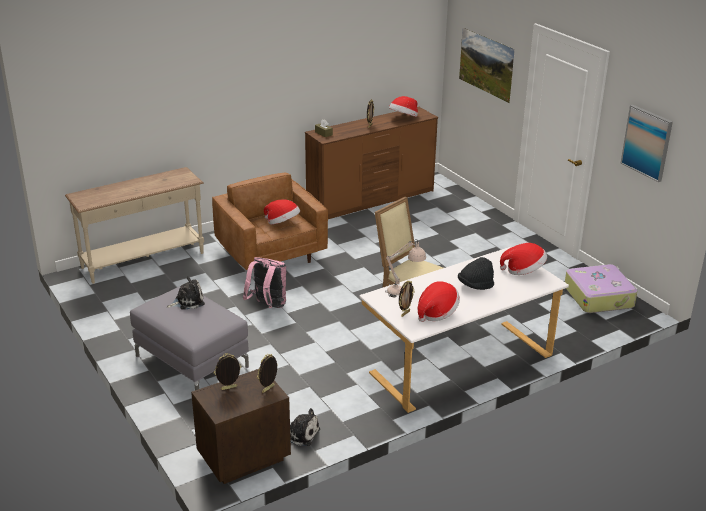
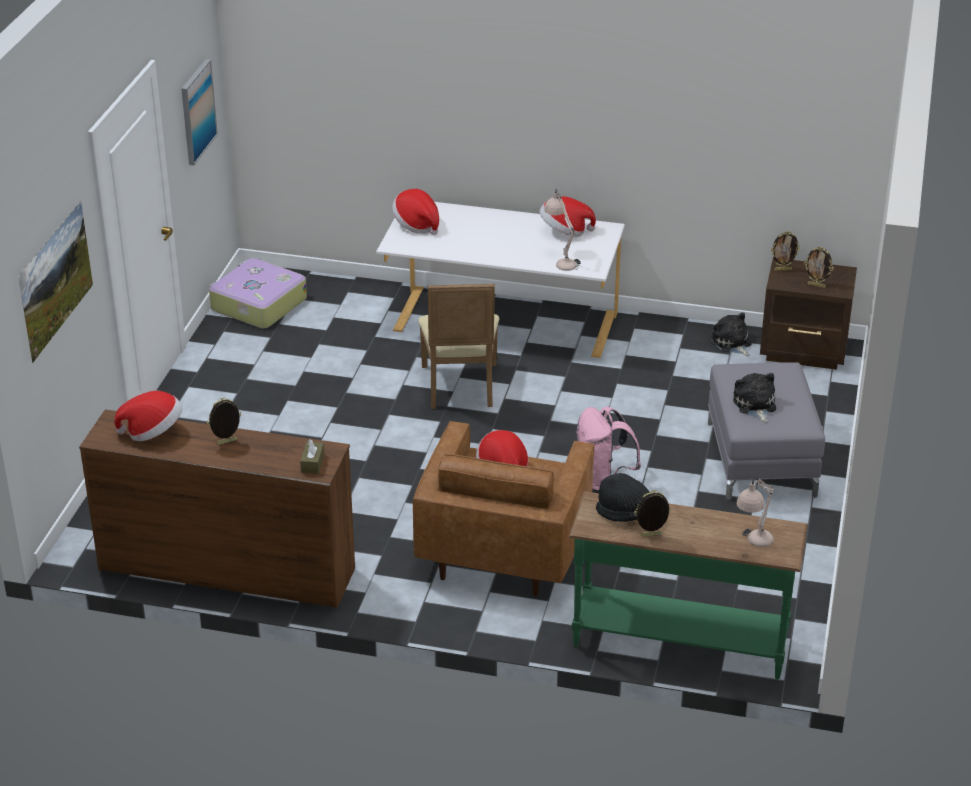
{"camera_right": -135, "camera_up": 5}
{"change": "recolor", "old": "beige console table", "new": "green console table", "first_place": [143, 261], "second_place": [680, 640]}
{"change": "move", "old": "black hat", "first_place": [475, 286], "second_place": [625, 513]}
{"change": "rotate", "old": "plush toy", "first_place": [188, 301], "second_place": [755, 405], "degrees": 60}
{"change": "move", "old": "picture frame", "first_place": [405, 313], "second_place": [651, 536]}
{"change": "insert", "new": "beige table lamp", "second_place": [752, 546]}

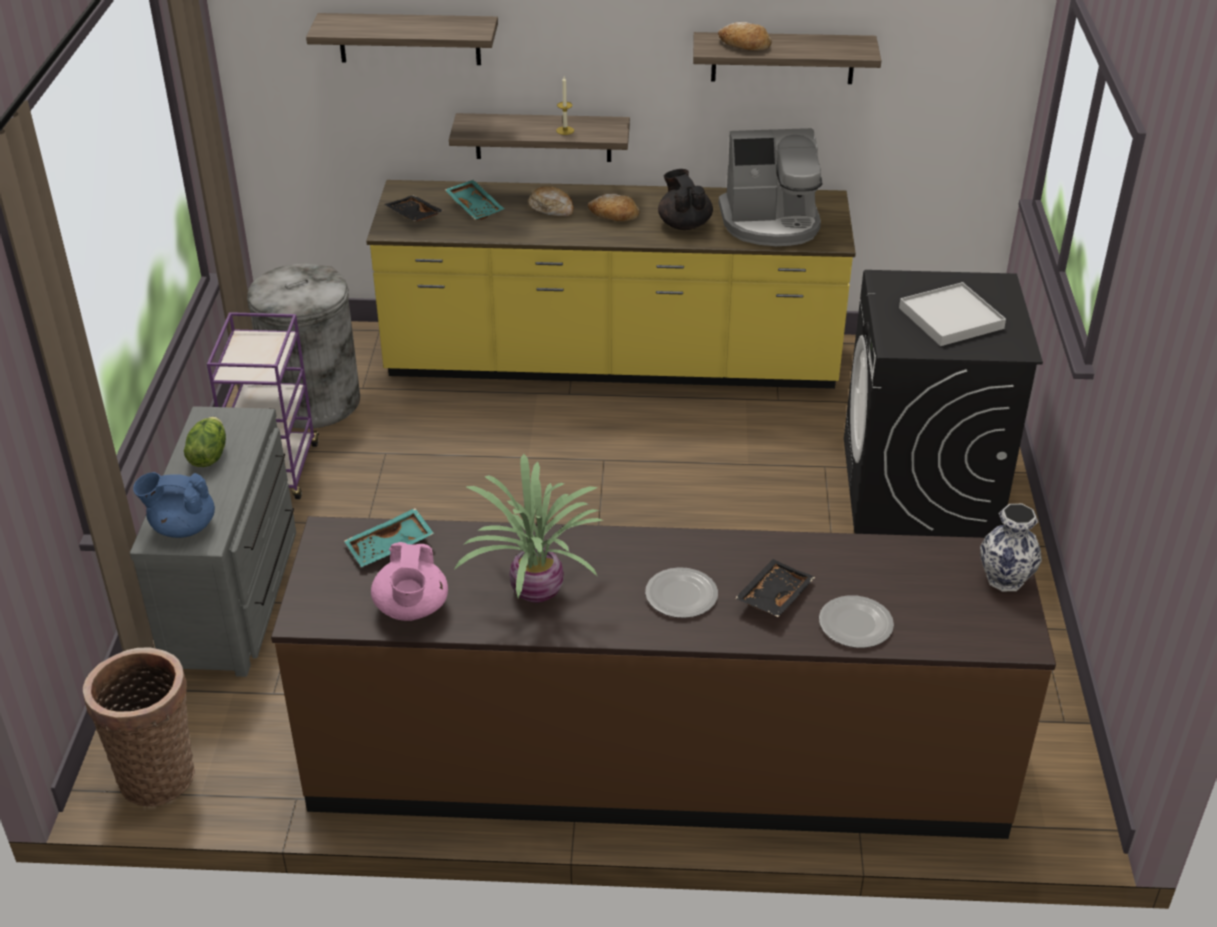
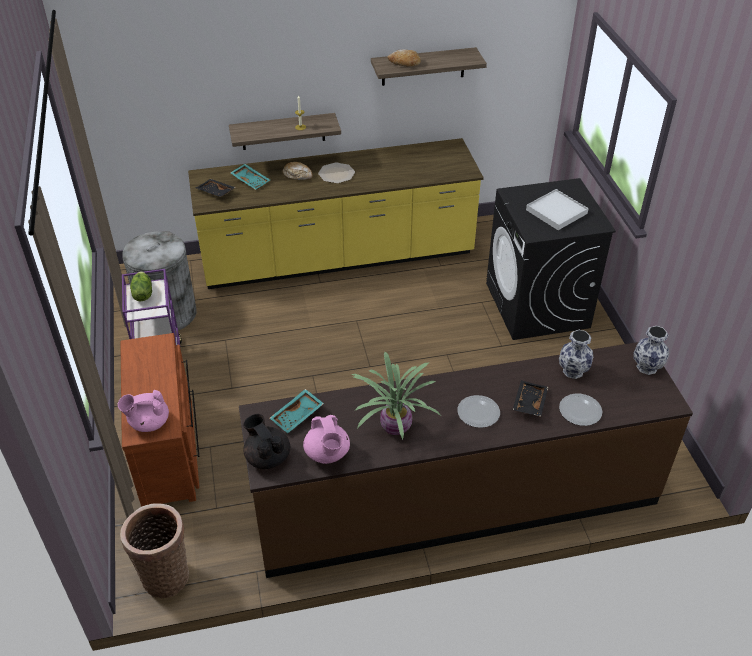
{"camera_right": -15, "camera_up": 5}
{"change": "delete", "old": "shelf", "first_place": [409, 39]}
{"change": "delete", "old": "coffee machine", "first_place": [771, 223]}
{"change": "move", "old": "black teapot", "first_place": [684, 224], "second_place": [267, 457]}
{"change": "replace", "old": "bread", "new": "plate", "first_place": [613, 215], "second_place": [336, 174]}
{"change": "recolor", "old": "grey dresser", "new": "brown dresser", "first_place": [237, 596], "second_place": [169, 450]}
{"change": "move", "old": "lettuce", "first_place": [208, 456], "second_place": [142, 294]}
{"change": "recolor", "old": "blue teapot", "new": "pink teapot", "first_place": [182, 527], "second_place": [148, 423]}
{"change": "insert", "new": "vase", "second_place": [573, 371]}

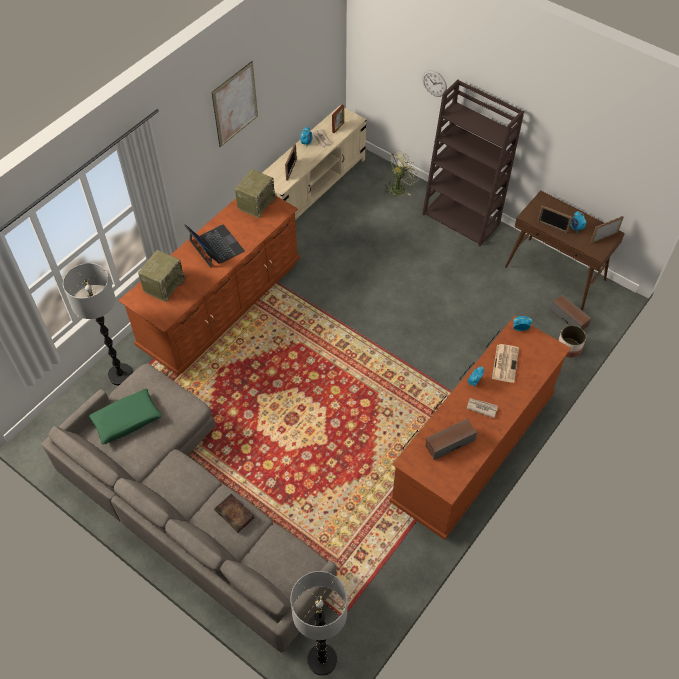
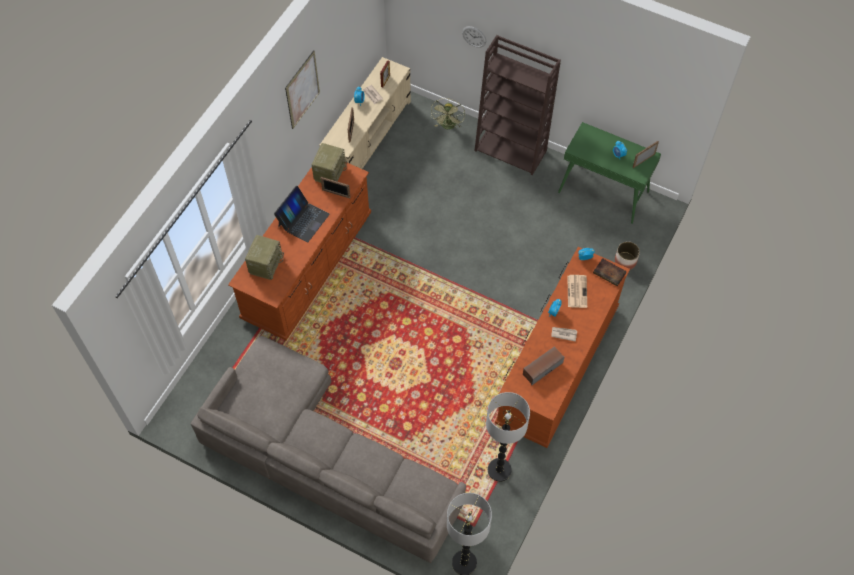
{"camera_right": -10, "camera_up": 5}
{"change": "rotate", "old": "green fan", "first_place": [399, 187], "second_place": [448, 126], "degrees": 150}
{"change": "recolor", "old": "brown console table", "new": "green console table", "first_place": [555, 273], "second_place": [604, 192]}
{"change": "move", "old": "picture frame", "first_place": [552, 227], "second_place": [336, 193]}
{"change": "rotate", "old": "laptop", "first_place": [216, 246], "second_place": [303, 220], "degrees": 75}
{"change": "move", "old": "floor lamp", "first_place": [120, 375], "second_place": [499, 470]}
{"change": "delete", "old": "speaker", "first_place": [569, 317]}
{"change": "delete", "old": "green pillow", "first_place": [126, 420]}
{"change": "move", "old": "book", "first_place": [235, 514], "second_place": [610, 273]}

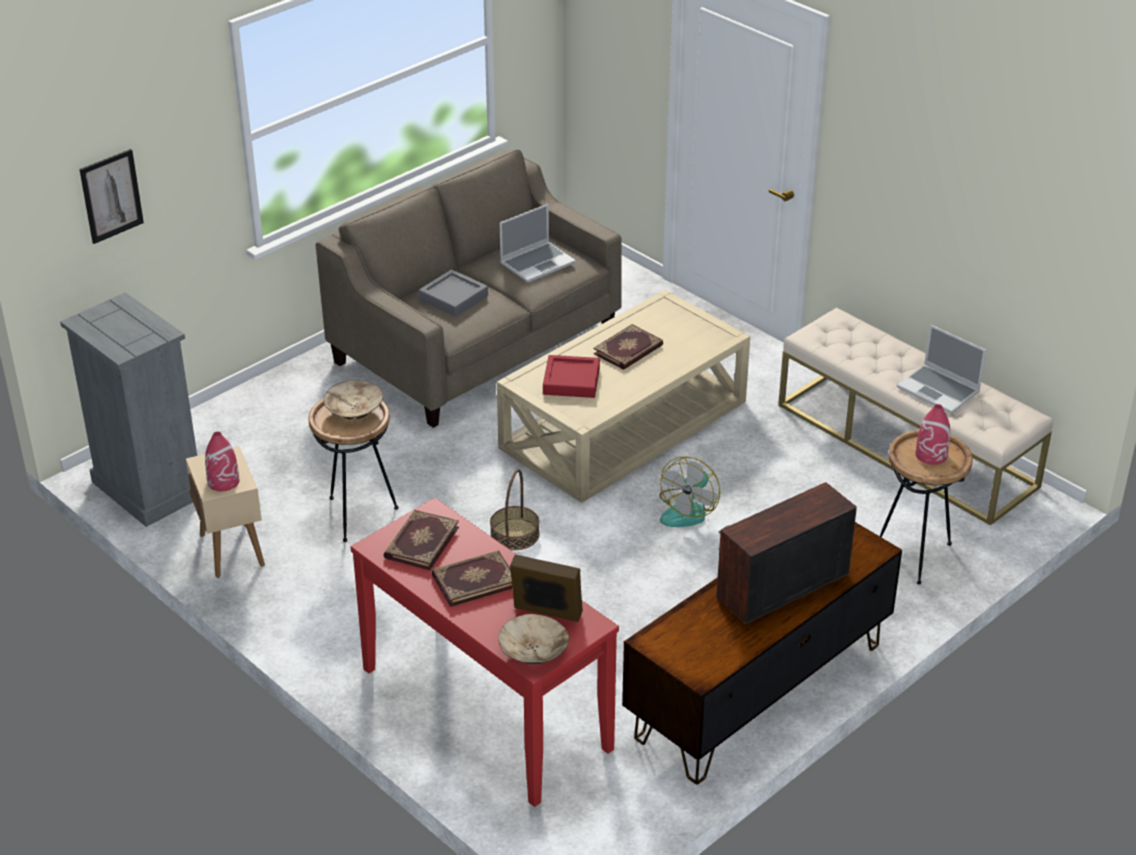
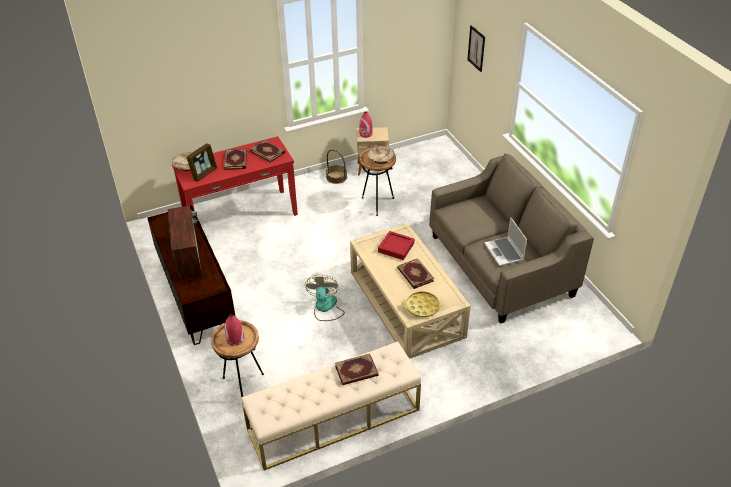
{"camera_right": 110, "camera_up": 5}
{"change": "delete", "old": "grey tray", "first_place": [453, 298]}
{"change": "delete", "old": "grey dresser", "first_place": [148, 488]}
{"change": "delete", "old": "laptop", "first_place": [939, 390]}
{"change": "rotate", "old": "fan", "first_place": [688, 510], "second_place": [325, 308], "degrees": 45}
{"change": "move", "old": "basket", "first_place": [514, 534], "second_place": [336, 177]}
{"change": "insert", "new": "yellow tray", "second_place": [422, 307]}
{"change": "insert", "new": "book", "second_place": [356, 371]}

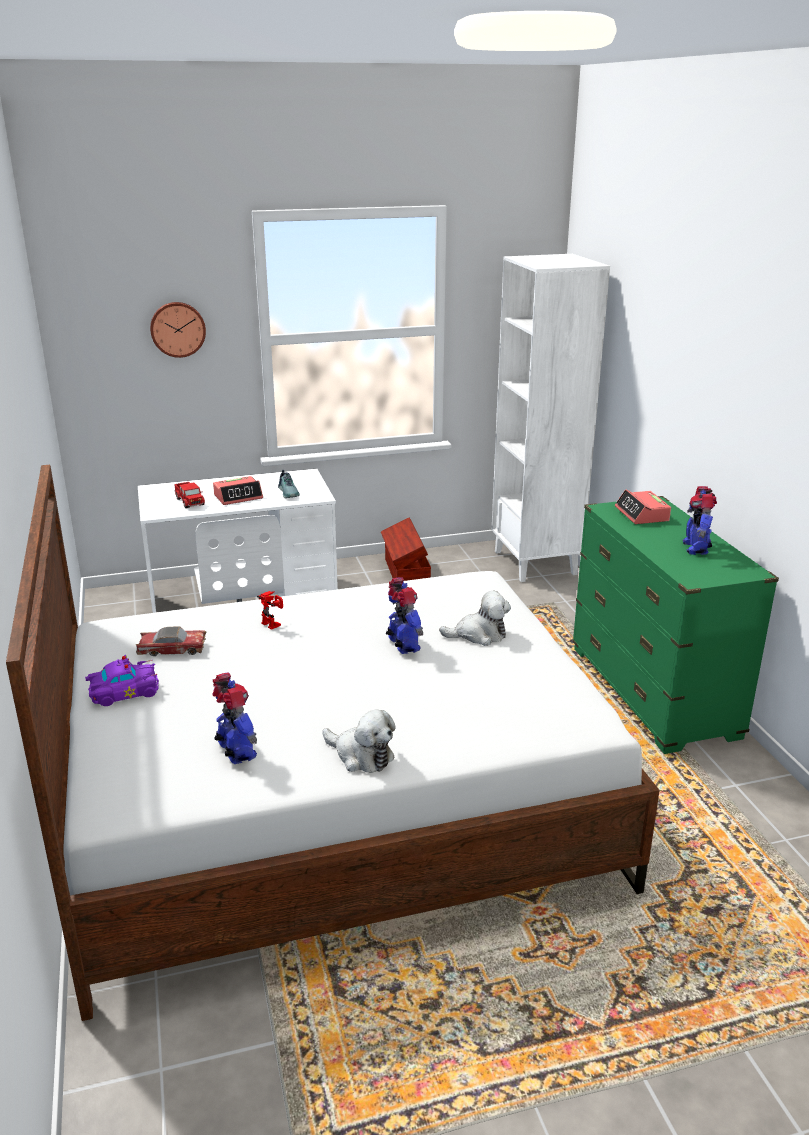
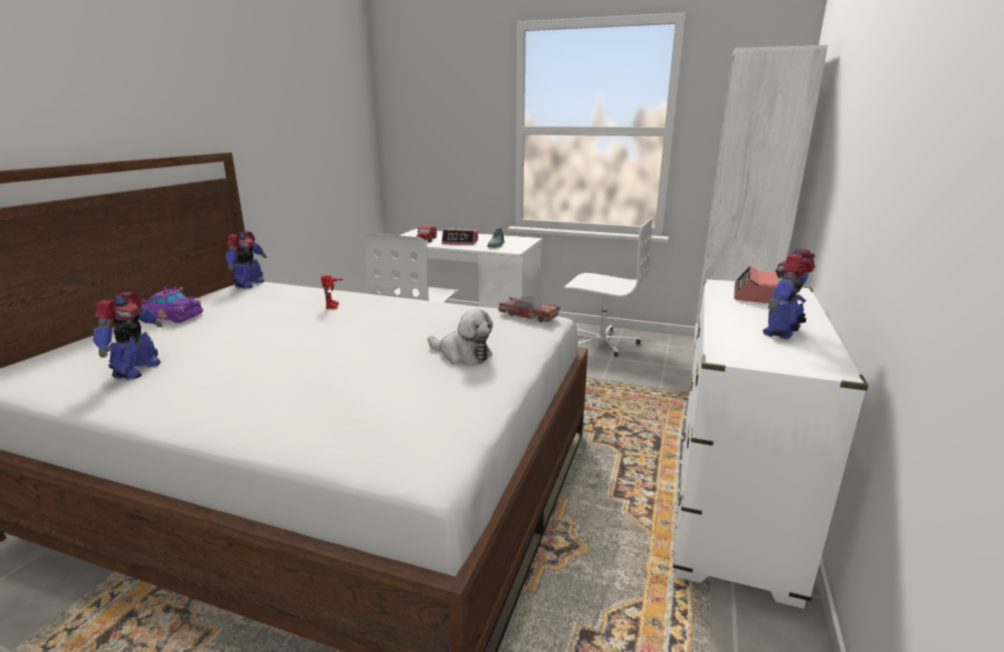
{"camera_right": 35, "camera_up": -5}
{"change": "delete", "old": "wall clock", "first_place": [177, 329]}
{"change": "recolor", "old": "green dresser", "new": "white dresser", "first_place": [652, 692], "second_place": [731, 507]}
{"change": "replace", "old": "brown storage box", "new": "white office chair", "first_place": [406, 573], "second_place": [602, 341]}
{"change": "move", "old": "toy robot", "first_place": [403, 645], "second_place": [248, 284]}
{"change": "move", "old": "toy car", "first_place": [172, 649], "second_place": [528, 315]}
{"change": "delete", "old": "plush toy", "first_place": [361, 755]}

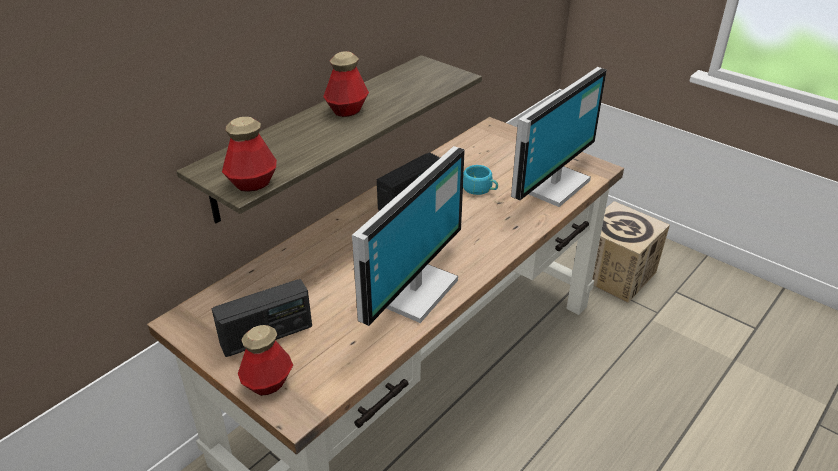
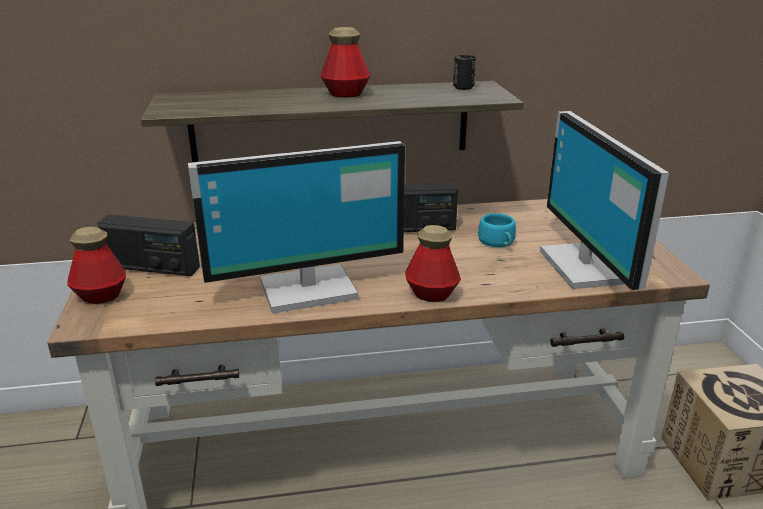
{"camera_right": 40, "camera_up": -10}
{"change": "rotate", "old": "monitor", "first_place": [552, 184], "second_place": [587, 266], "degrees": 90}
{"change": "move", "old": "bottle", "first_place": [252, 183], "second_place": [432, 294]}
{"change": "insert", "new": "black cup", "second_place": [463, 88]}

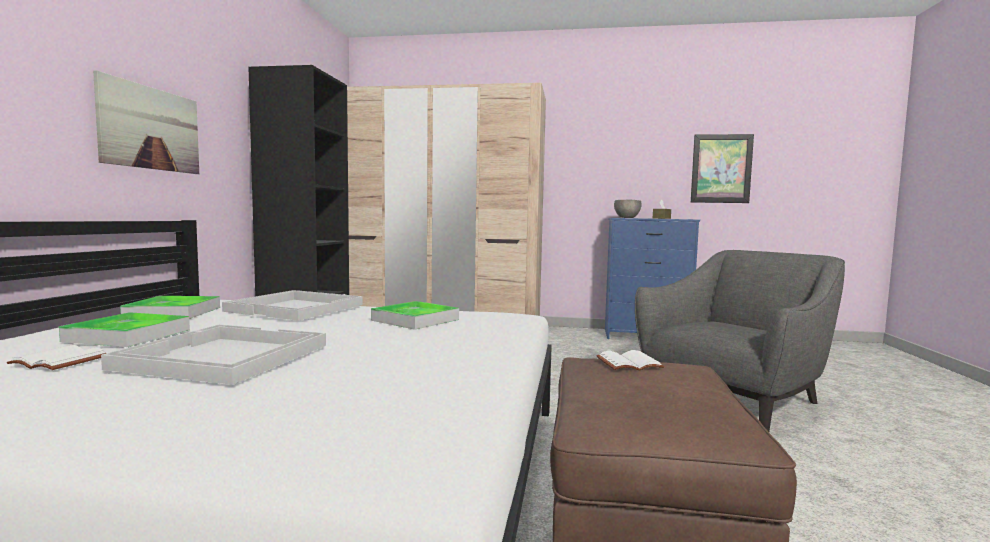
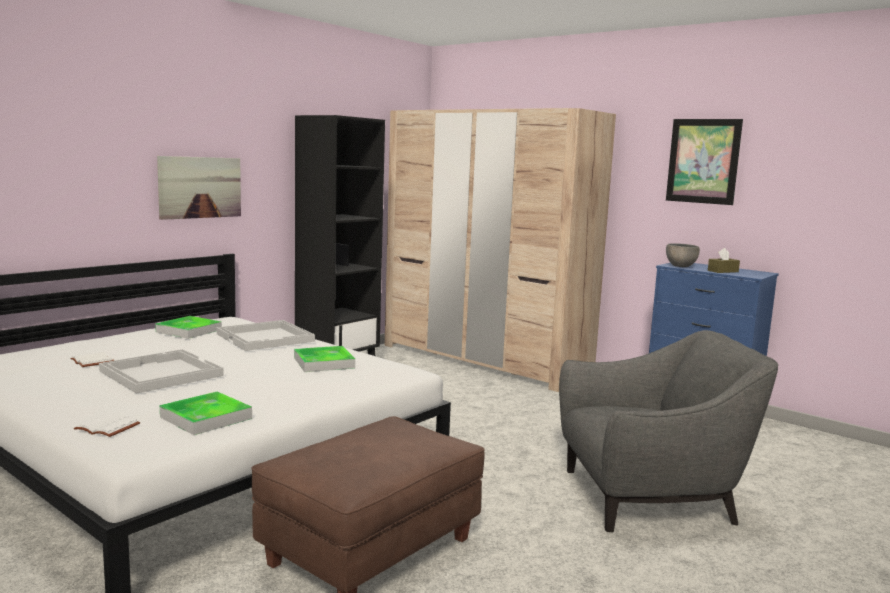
{"camera_right": 30, "camera_up": 5}
{"change": "move", "old": "picture", "first_place": [721, 168], "second_place": [703, 161]}
{"change": "move", "old": "tray", "first_place": [128, 335], "second_place": [206, 418]}
{"change": "move", "old": "white book", "first_place": [629, 364], "second_place": [105, 428]}

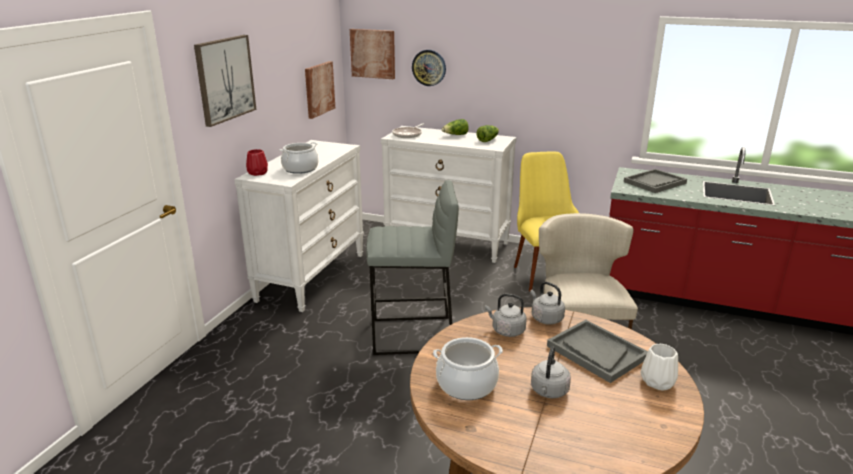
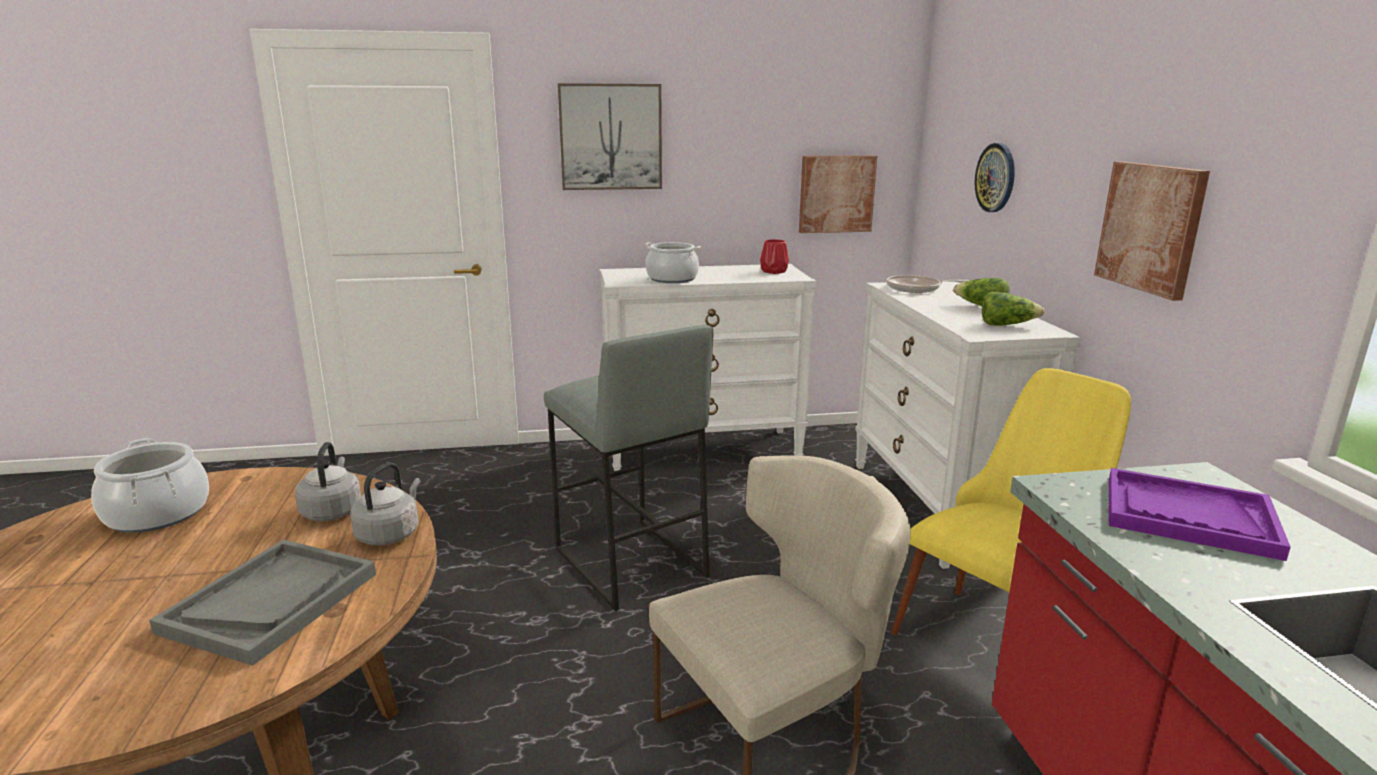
{"camera_right": 60, "camera_up": -5}
{"change": "move", "old": "picture", "first_place": [373, 53], "second_place": [1151, 227]}
{"change": "move", "old": "red vase", "first_place": [258, 173], "second_place": [774, 271]}
{"change": "recolor", "old": "grey tray", "new": "purple tray", "first_place": [654, 182], "second_place": [1188, 516]}
{"change": "delete", "old": "white vase", "first_place": [658, 382]}
{"change": "delete", "old": "grey kettle", "first_place": [549, 392]}

